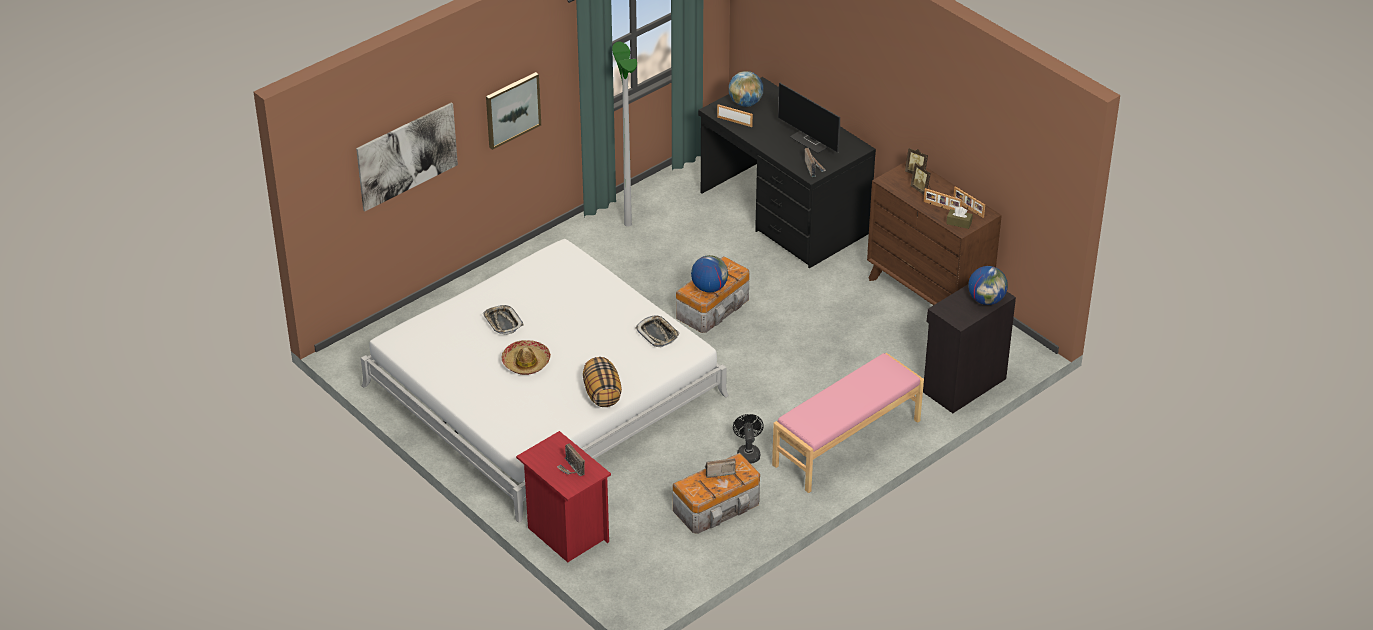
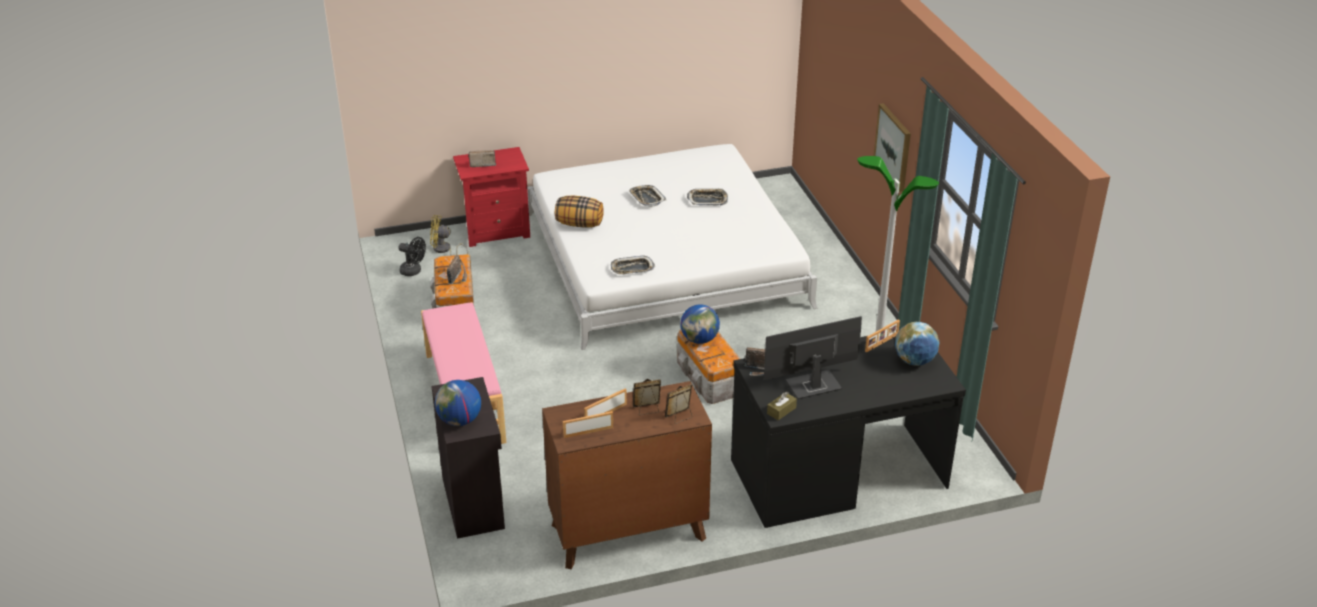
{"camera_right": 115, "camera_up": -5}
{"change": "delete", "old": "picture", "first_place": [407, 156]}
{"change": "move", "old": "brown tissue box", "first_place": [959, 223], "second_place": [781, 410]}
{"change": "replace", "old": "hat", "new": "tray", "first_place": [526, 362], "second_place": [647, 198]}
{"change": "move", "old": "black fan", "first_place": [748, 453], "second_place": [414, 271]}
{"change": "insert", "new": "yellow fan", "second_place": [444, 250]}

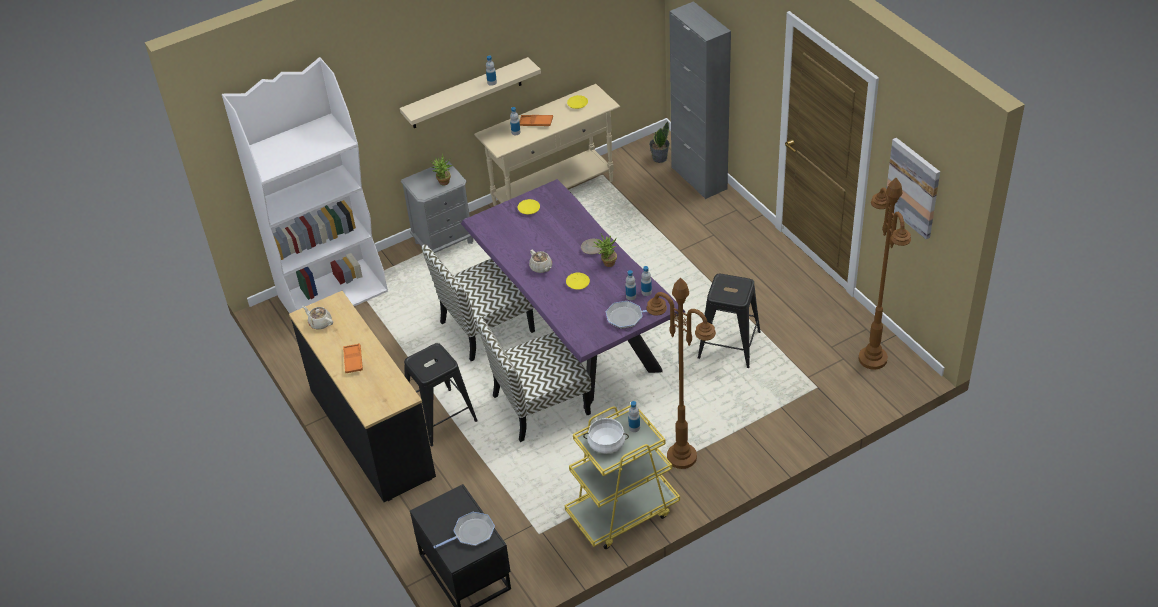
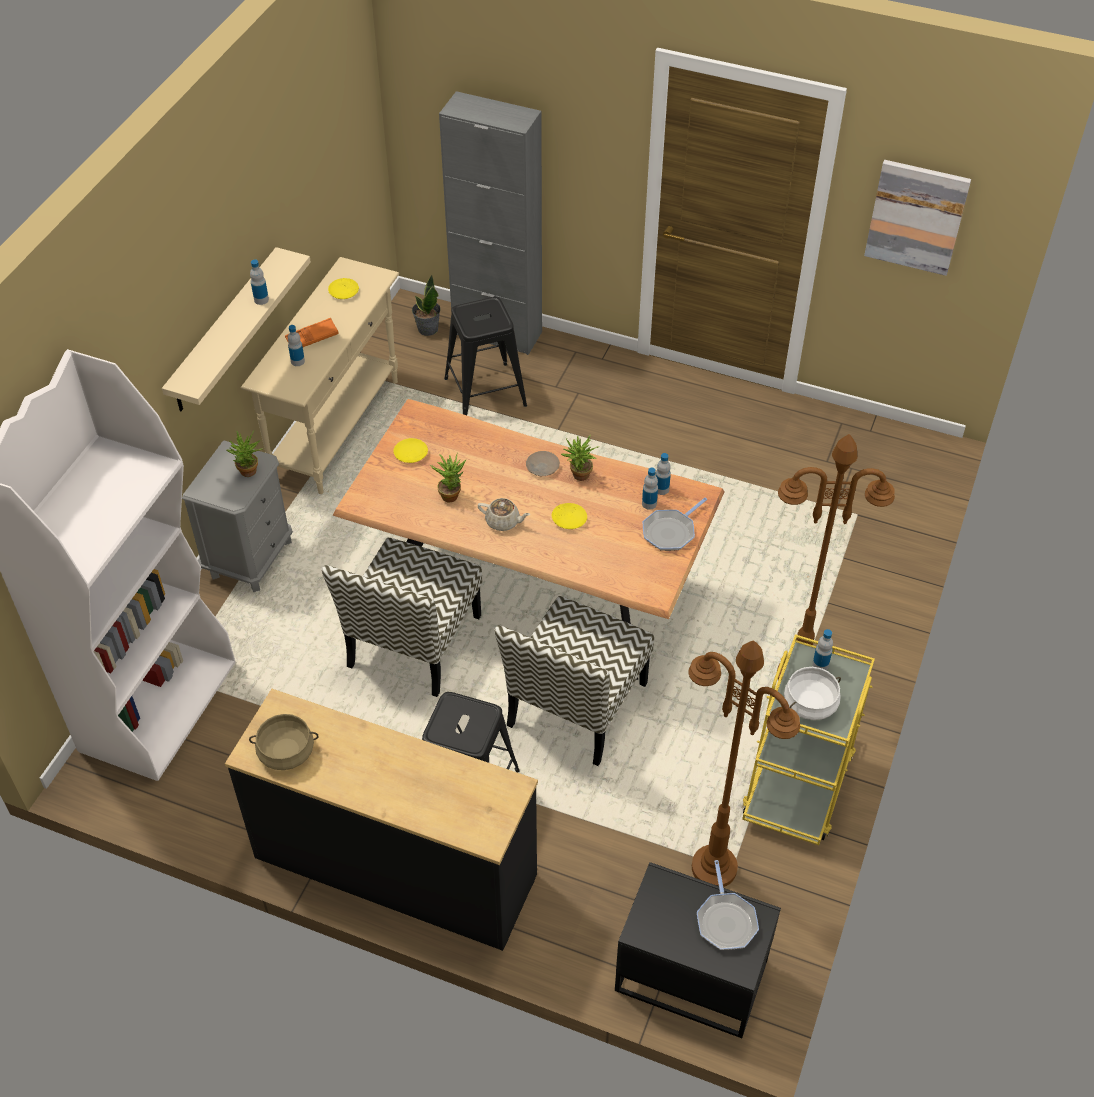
{"camera_right": -40, "camera_up": 5}
{"change": "move", "old": "brown floor lamp", "first_place": [873, 359], "second_place": [715, 868]}
{"change": "recolor", "old": "purple dining table", "new": "brown dining table", "first_place": [574, 333], "second_place": [531, 593]}
{"change": "move", "old": "black stool", "first_place": [728, 345], "second_place": [485, 392]}
{"change": "replace", "old": "beige teapot", "new": "beige cooking pot", "first_place": [320, 323], "second_place": [286, 752]}
{"change": "delete", "old": "orange tray", "first_place": [353, 360]}
{"change": "rotate", "old": "frying pan", "first_place": [471, 533], "second_place": [726, 920], "degrees": 150}
{"change": "insert", "new": "potted plant", "second_place": [451, 494]}

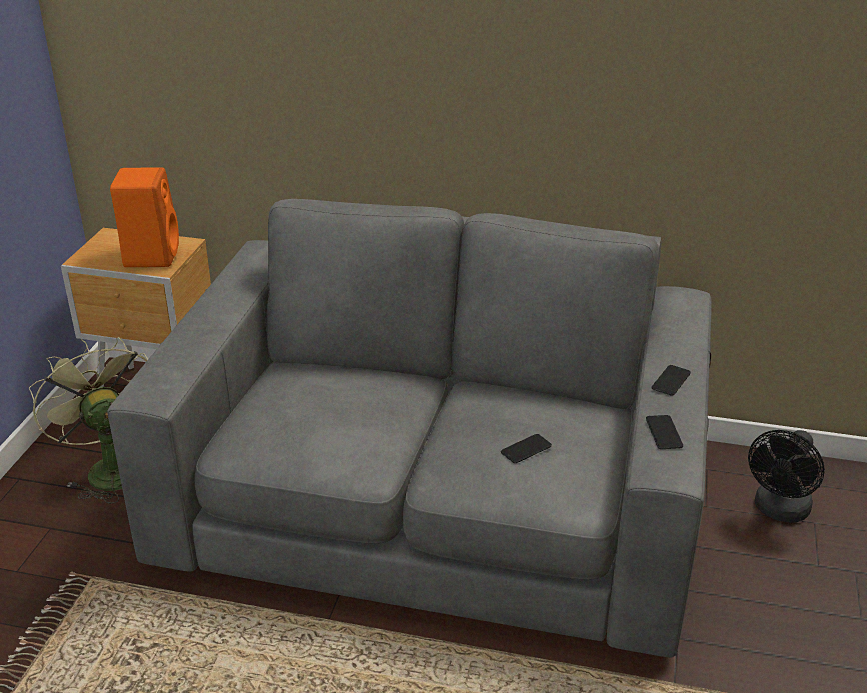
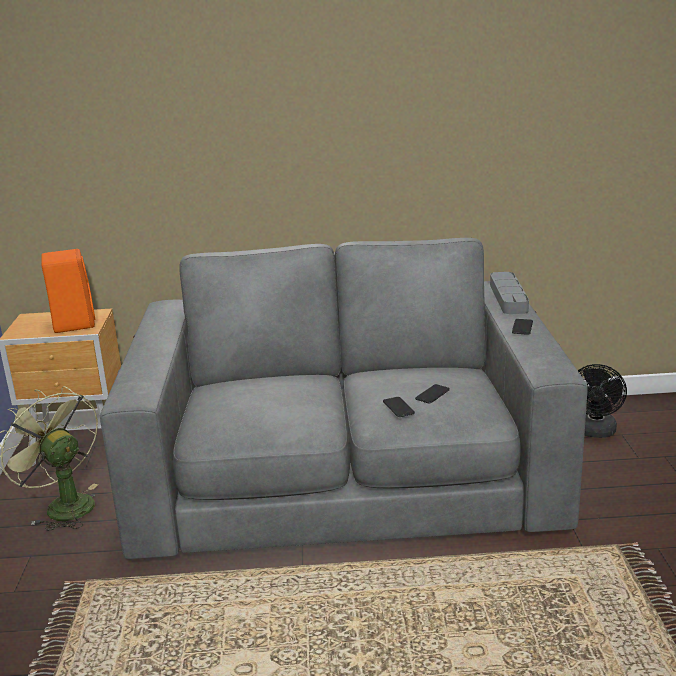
{"camera_right": -15, "camera_up": -10}
{"change": "move", "old": "phone", "first_place": [664, 433], "second_place": [398, 407]}
{"change": "insert", "new": "grey tray", "second_place": [508, 297]}

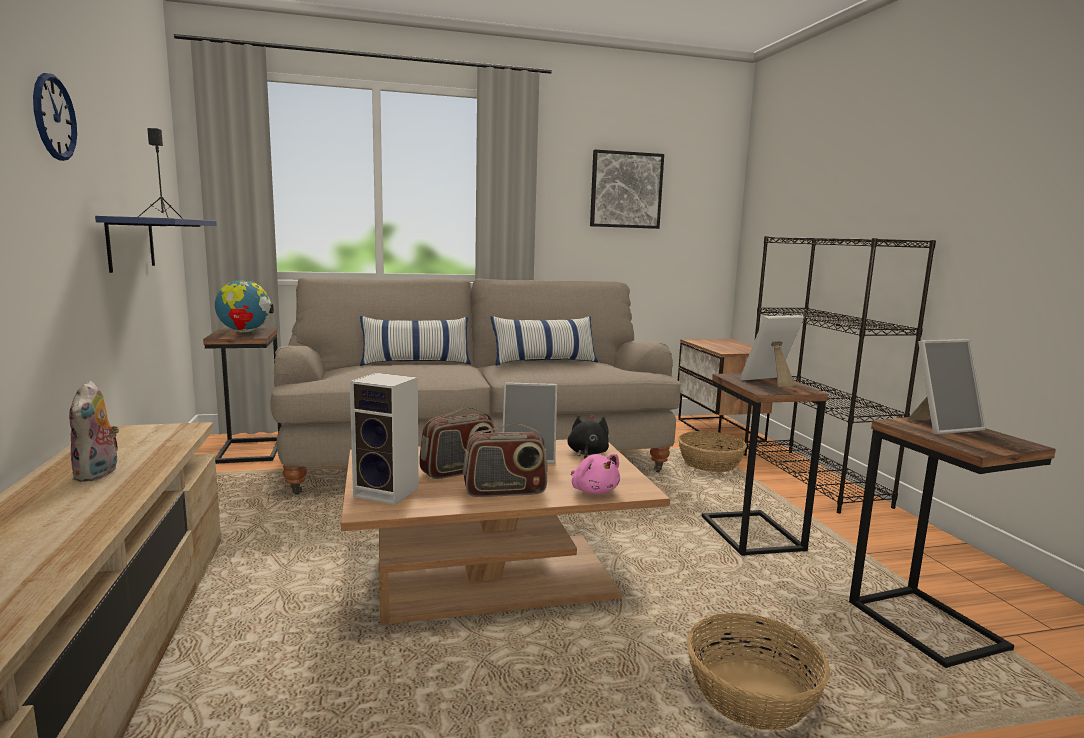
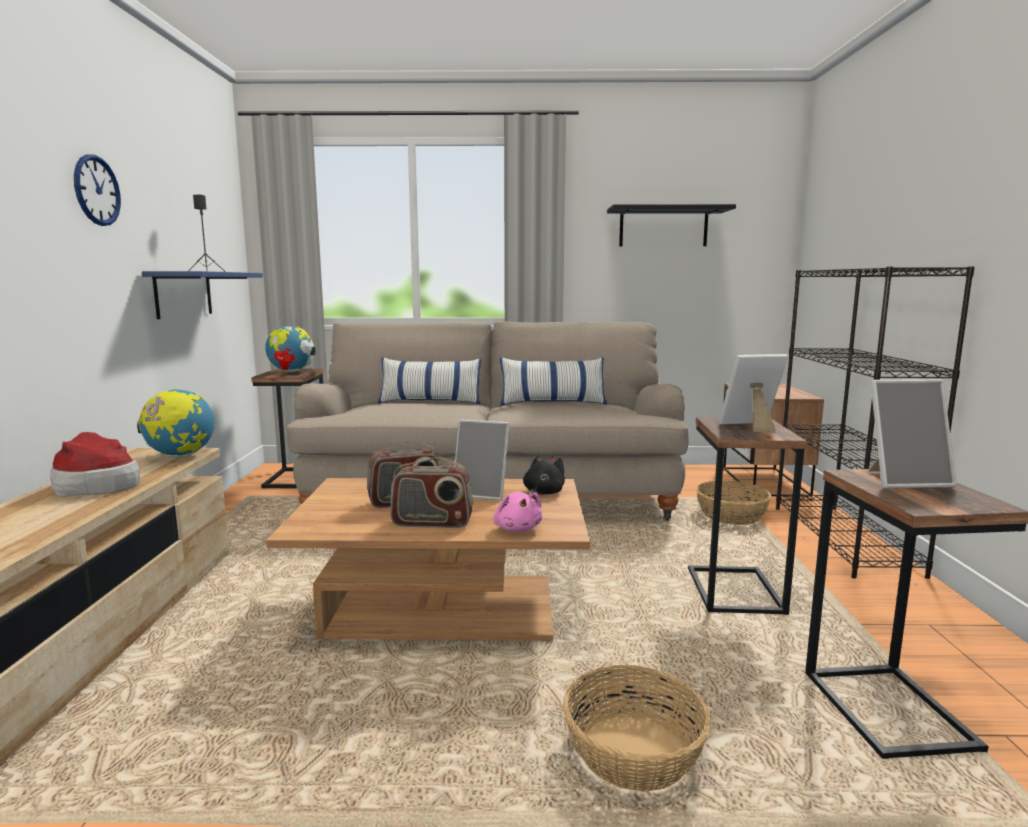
{"camera_right": 15, "camera_up": 0}
{"change": "replace", "old": "picture", "new": "black shelf", "first_place": [626, 190], "second_place": [663, 228]}
{"change": "delete", "old": "speaker", "first_place": [389, 492]}
{"change": "replace", "old": "plush toy", "new": "hat", "first_place": [98, 474], "second_place": [97, 485]}
{"change": "insert", "new": "globe", "second_place": [181, 456]}

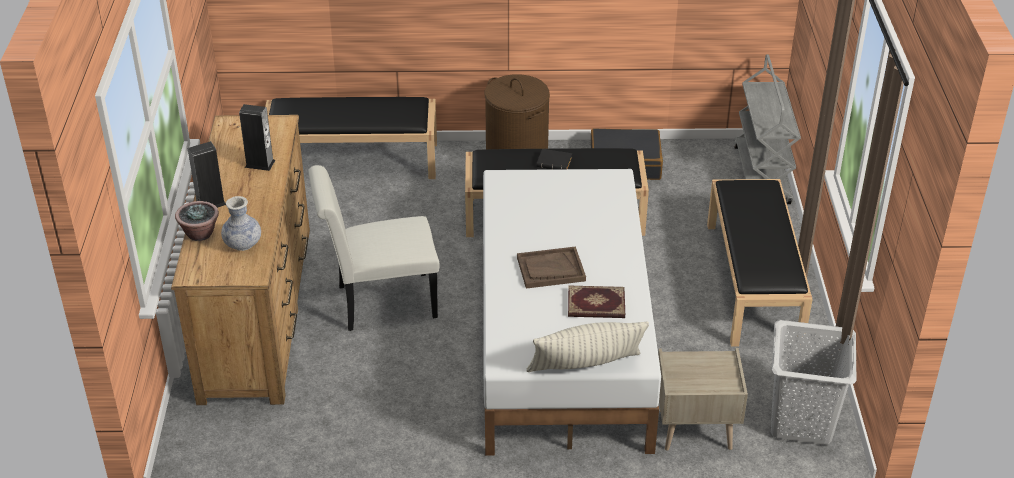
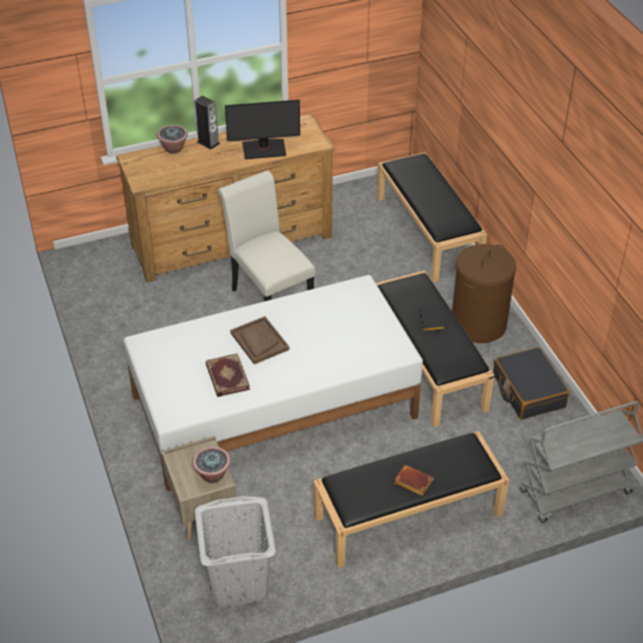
{"camera_right": 70, "camera_up": 5}
{"change": "replace", "old": "speaker", "new": "monitor", "first_place": [260, 164], "second_place": [264, 149]}
{"change": "delete", "old": "vase", "first_place": [243, 244]}
{"change": "delete", "old": "pillow", "first_place": [585, 368]}
{"change": "insert", "new": "potted plant", "second_place": [212, 475]}
{"change": "insert", "new": "brown book", "second_place": [412, 482]}

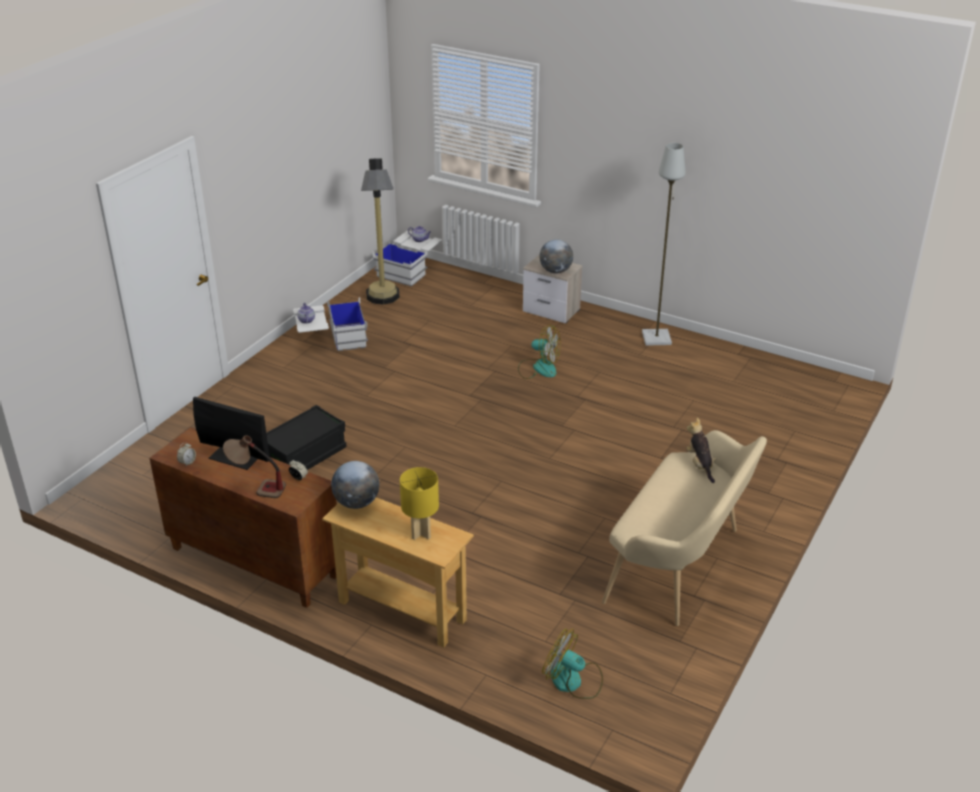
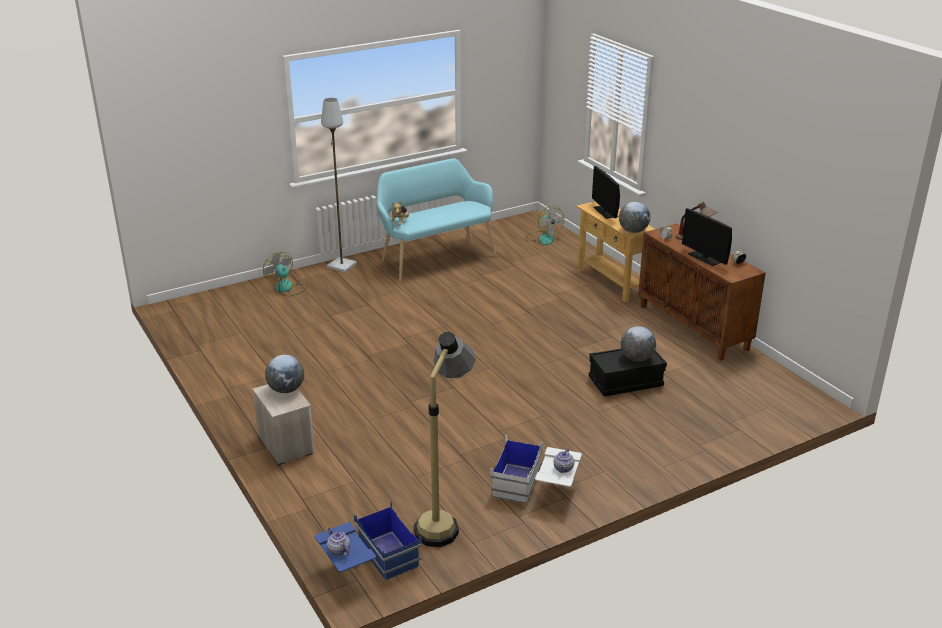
{"camera_right": -150, "camera_up": -5}
{"change": "move", "old": "grey floor lamp", "first_place": [656, 338], "second_place": [341, 266]}
{"change": "recolor", "old": "white storage box", "new": "blue storage box", "first_place": [409, 269], "second_place": [368, 564]}
{"change": "move", "old": "fan", "first_place": [538, 368], "second_place": [287, 288]}
{"change": "recolor", "old": "beige bench", "new": "turquoise bench", "first_place": [680, 567], "second_place": [435, 257]}
{"change": "replace", "old": "yellow table lamp", "new": "monitor", "first_place": [420, 533], "second_place": [605, 212]}
{"change": "insert", "new": "globe", "second_place": [636, 358]}

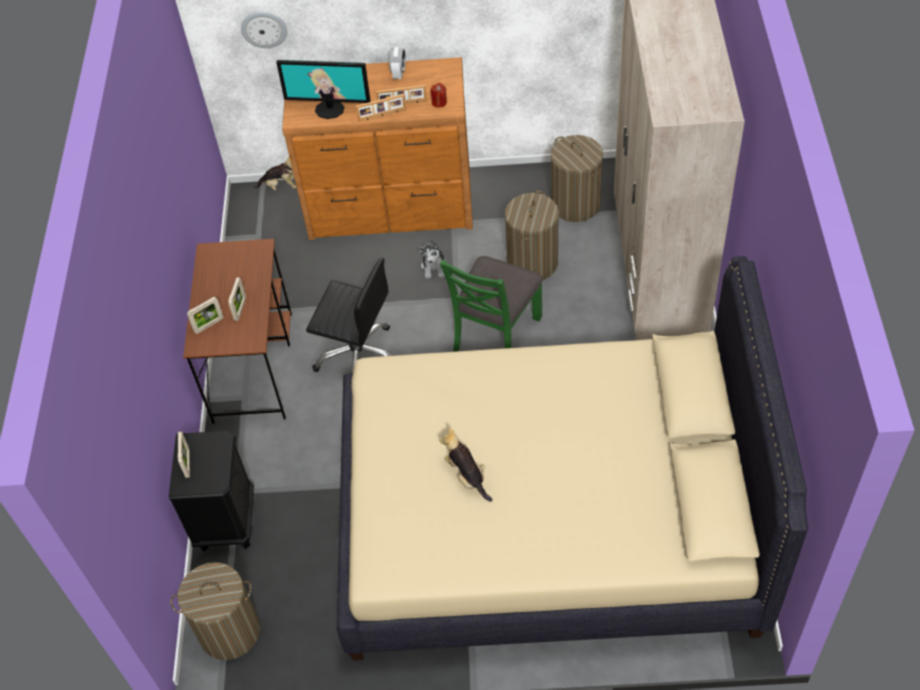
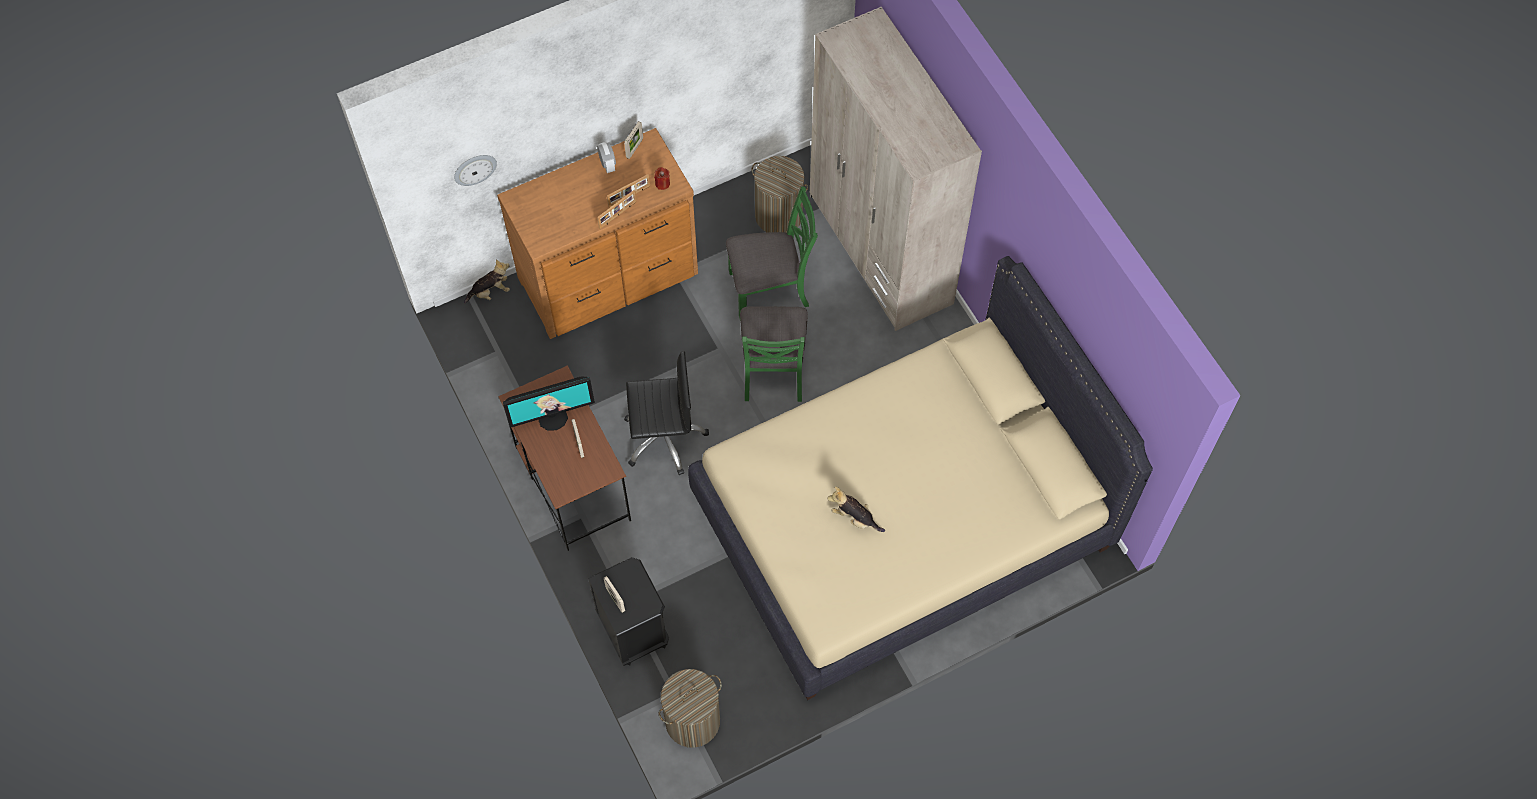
{"camera_right": -30, "camera_up": 10}
{"change": "move", "old": "monitor", "first_place": [330, 109], "second_place": [553, 417]}
{"change": "replace", "old": "laundry basket", "new": "green chair", "first_place": [532, 263], "second_place": [770, 288]}
{"change": "delete", "old": "plush toy", "first_place": [434, 267]}
{"change": "move", "old": "picture frame", "first_place": [209, 325], "second_place": [634, 148]}

